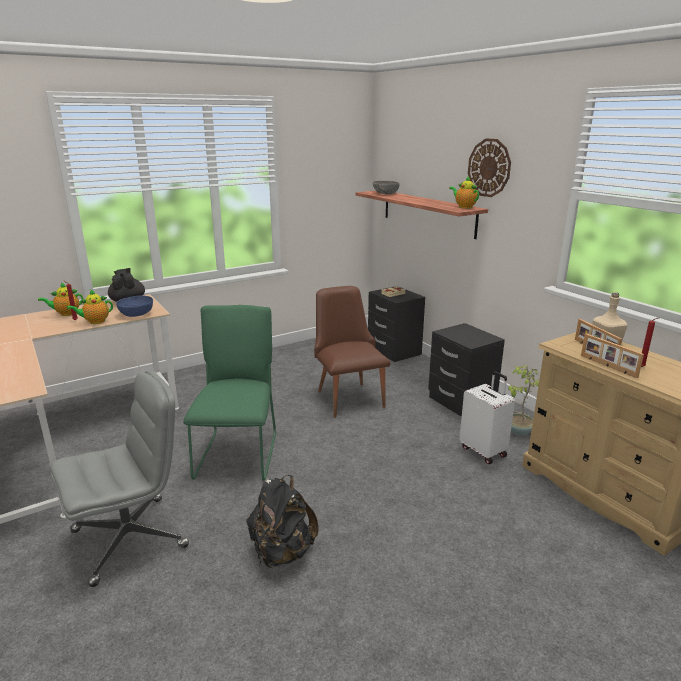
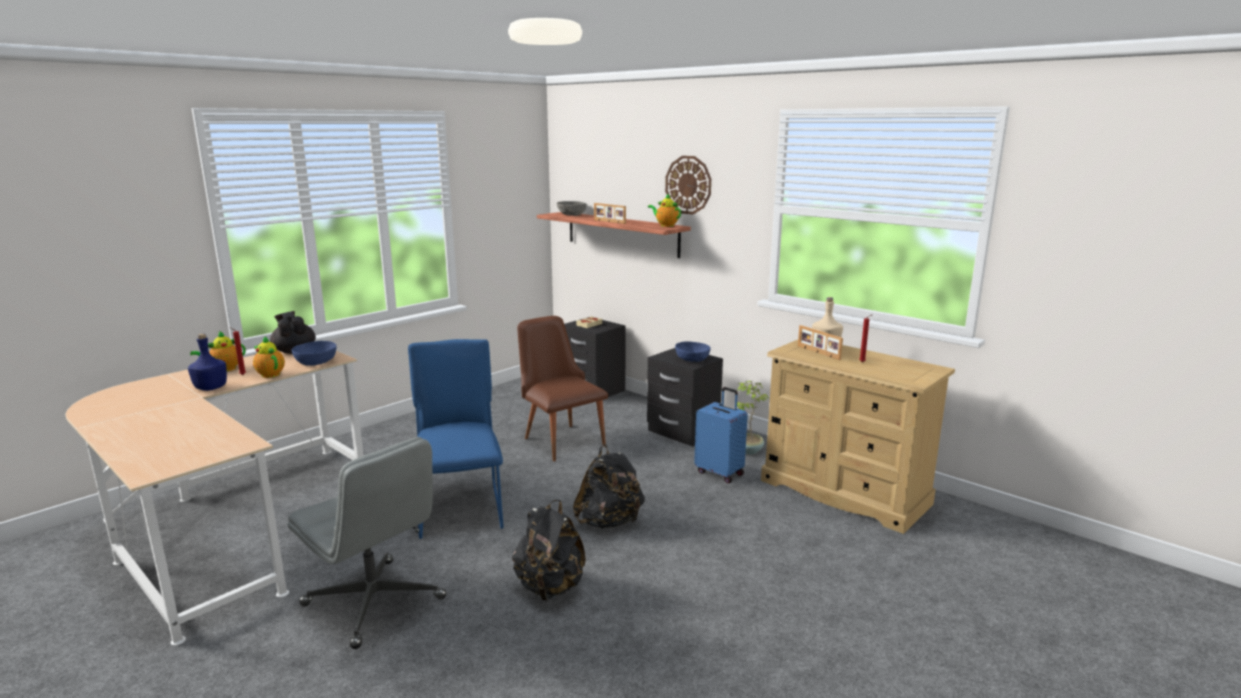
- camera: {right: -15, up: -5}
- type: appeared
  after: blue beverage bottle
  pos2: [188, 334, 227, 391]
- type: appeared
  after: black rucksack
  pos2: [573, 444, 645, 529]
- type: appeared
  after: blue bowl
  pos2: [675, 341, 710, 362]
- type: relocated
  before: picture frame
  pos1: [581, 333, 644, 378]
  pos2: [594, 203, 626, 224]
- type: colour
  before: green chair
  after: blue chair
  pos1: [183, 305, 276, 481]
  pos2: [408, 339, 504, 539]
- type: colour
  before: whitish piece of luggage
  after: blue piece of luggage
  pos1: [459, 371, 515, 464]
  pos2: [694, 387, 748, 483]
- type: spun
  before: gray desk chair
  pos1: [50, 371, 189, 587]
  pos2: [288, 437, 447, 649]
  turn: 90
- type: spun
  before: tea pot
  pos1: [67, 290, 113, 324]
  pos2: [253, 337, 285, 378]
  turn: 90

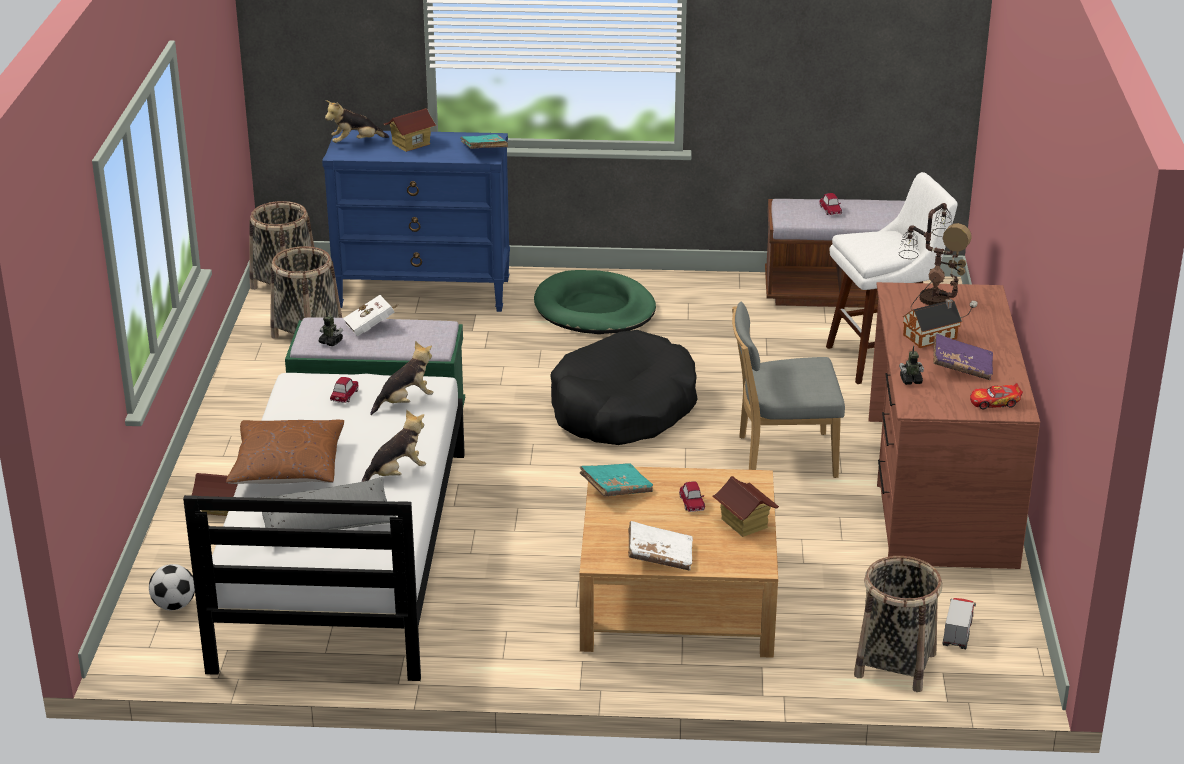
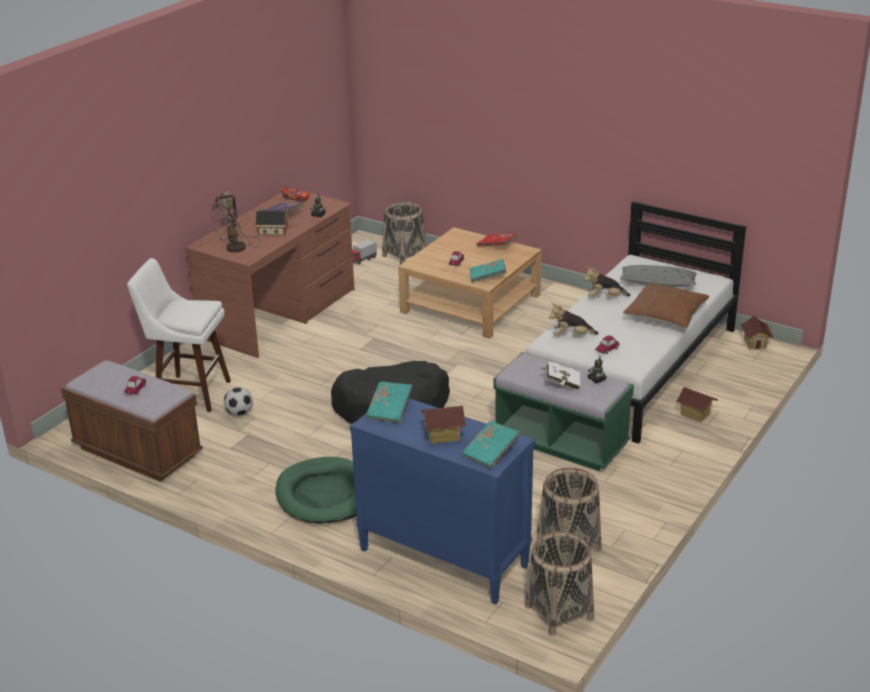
- camera: {right: -150, up: 0}
- type: missing
  before: gray chair
  pos1: [732, 302, 845, 478]
- type: relocated
  before: ball for football
  pos1: [149, 564, 195, 610]
  pos2: [224, 387, 253, 416]
- type: relocated
  before: model house
  pos1: [713, 476, 779, 537]
  pos2: [741, 316, 774, 350]
- type: exchanged
  before: cuddly toy
  after: blue-green volume
  pos1: [325, 100, 389, 143]
  pos2: [462, 421, 520, 469]
- type: colour
  before: whitish volume
  after: red volume
  pos1: [628, 521, 693, 571]
  pos2: [476, 233, 518, 247]

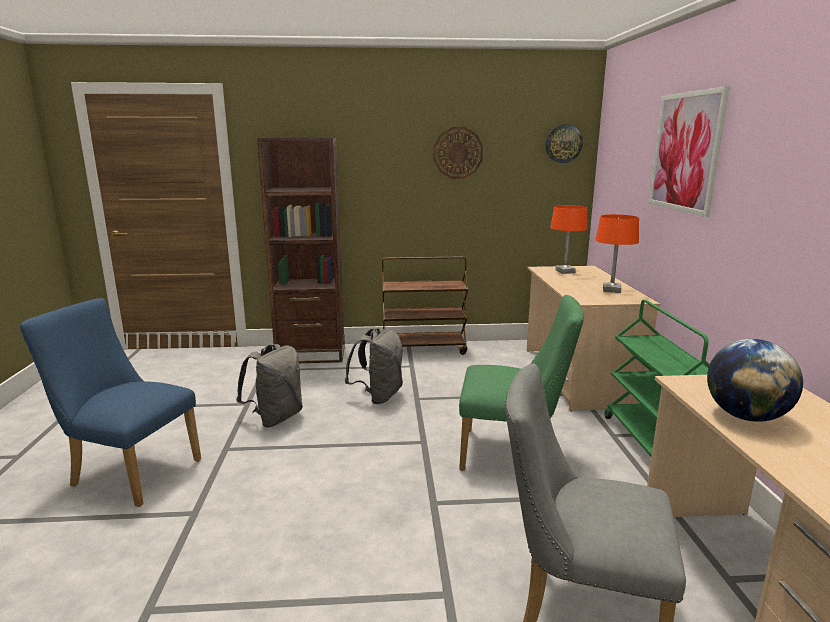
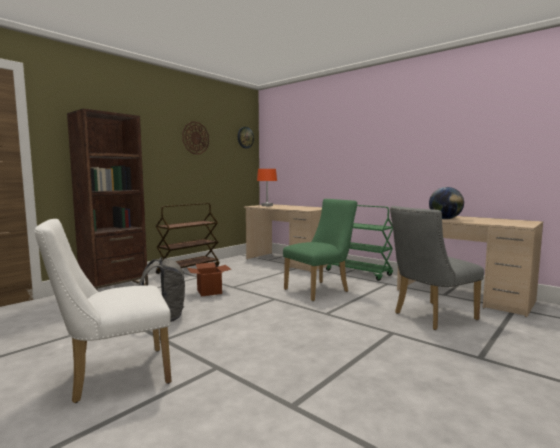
- camera: {right: -45, up: -10}
- type: missing
  before: orange table lamp
  pos1: [595, 214, 639, 293]
- type: missing
  before: wall picture
  pos1: [649, 86, 730, 217]
- type: exchanged
  before: gray rucksack
  after: cardboard box
  pos1: [344, 328, 403, 404]
  pos2: [187, 262, 231, 297]
- type: colour
  before: blue chair
  after: whitish chair
  pos1: [20, 298, 201, 507]
  pos2: [35, 219, 172, 403]

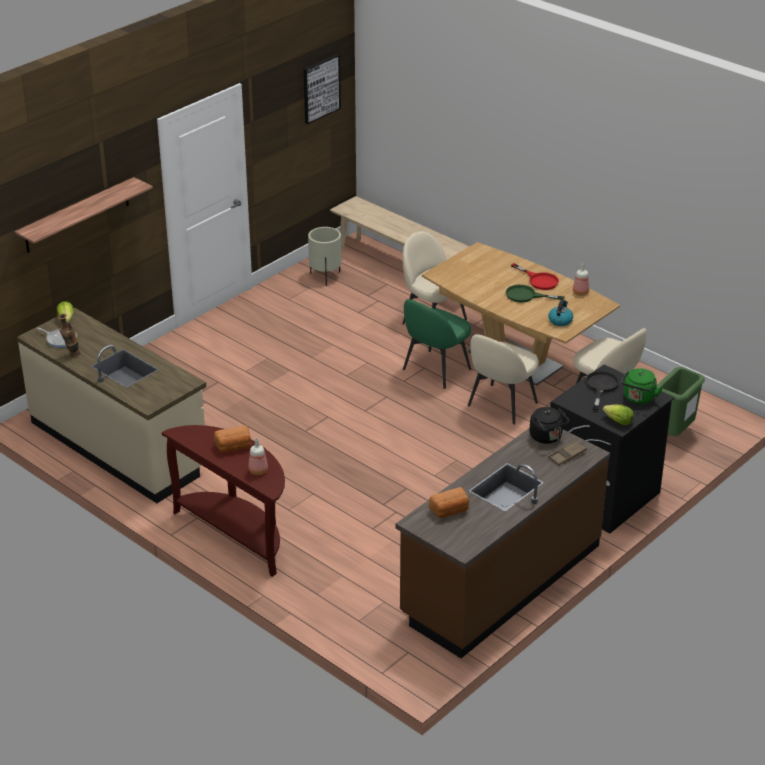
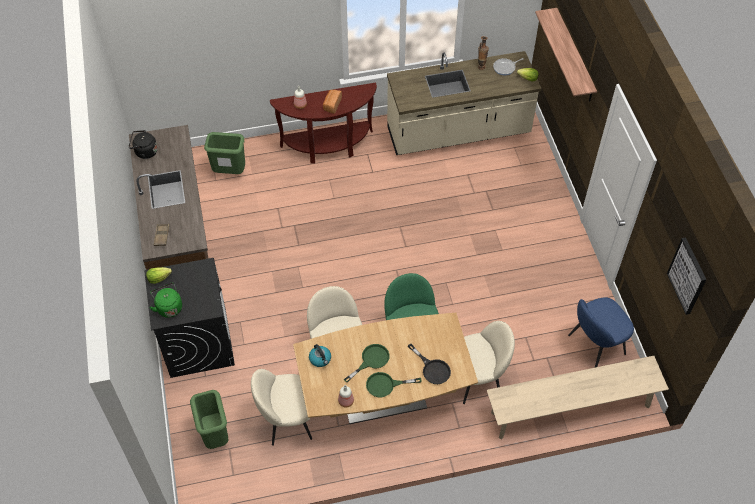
- camera: {right: 125, up: 20}
- type: missing
  before: baked bread
  pos1: [429, 487, 469, 518]
- type: appeared
  after: green rubbish bin
  pos2: [204, 132, 245, 174]
- type: relocated
  before: black water kettle
  pos1: [530, 407, 569, 444]
  pos2: [129, 130, 158, 159]
- type: relocated
  before: black frying pan
  pos1: [586, 371, 619, 410]
  pos2: [408, 344, 451, 384]
- type: exchanged
  before: beige-coloured flower pot
  after: blue chair
  pos1: [308, 227, 341, 286]
  pos2: [568, 297, 634, 367]
- type: colour
  before: red frying pan
  after: green frying pan
  pos1: [511, 263, 559, 290]
  pos2: [366, 372, 422, 397]

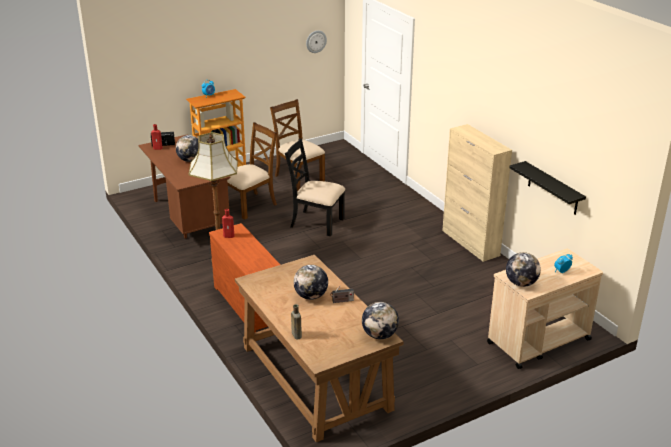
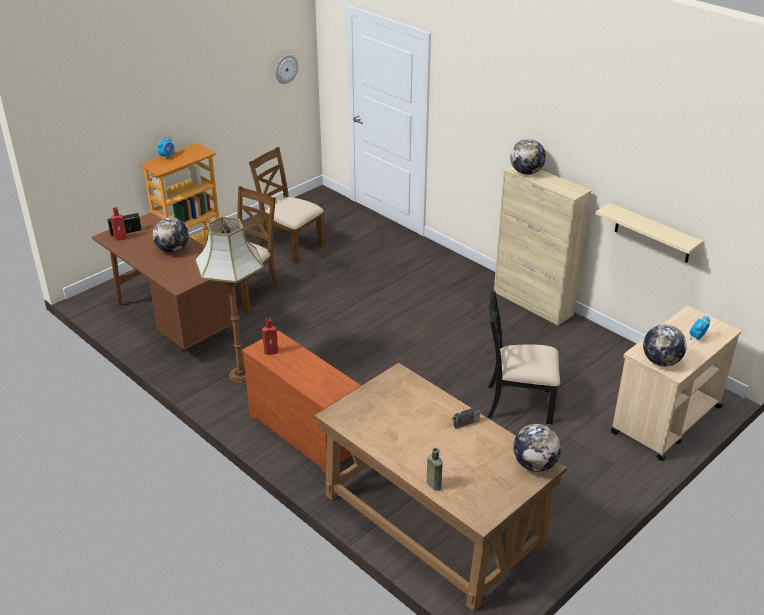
- camera: {right: -15, up: 5}
- type: relocated
  before: black chair
  pos1: [285, 139, 345, 236]
  pos2: [487, 291, 560, 424]
- type: relocated
  before: world globe
  pos1: [293, 265, 328, 300]
  pos2: [510, 139, 546, 175]
- type: colour
  before: black shelf
  after: beige-coloured shelf
  pos1: [509, 161, 586, 215]
  pos2: [595, 203, 703, 263]

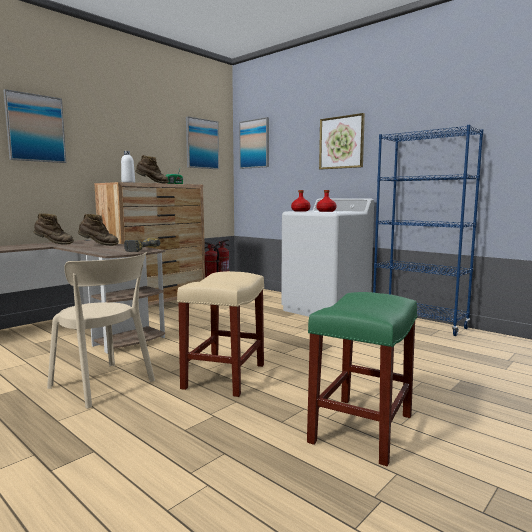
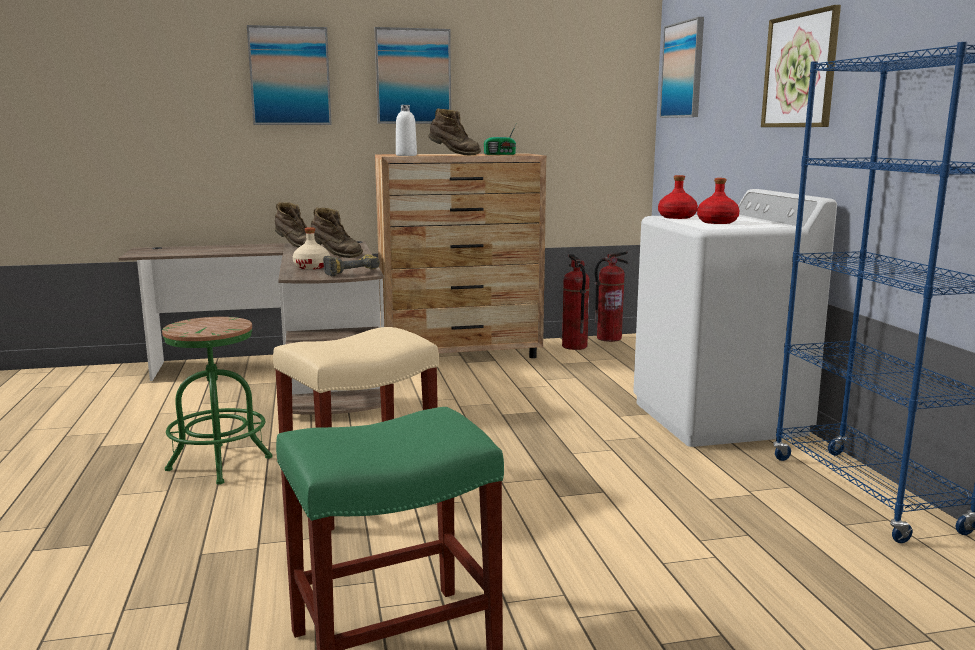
- camera: {right: 35, up: 5}
- type: appeared
  after: beige-coloured beverage bottle
  pos2: [293, 227, 330, 269]
- type: relocated
  before: wall picture
  pos1: [186, 116, 219, 169]
  pos2: [374, 27, 451, 124]
- type: exchanged
  before: beige-coloured chair
  after: green sitting stool
  pos1: [47, 252, 155, 409]
  pos2: [162, 317, 273, 485]

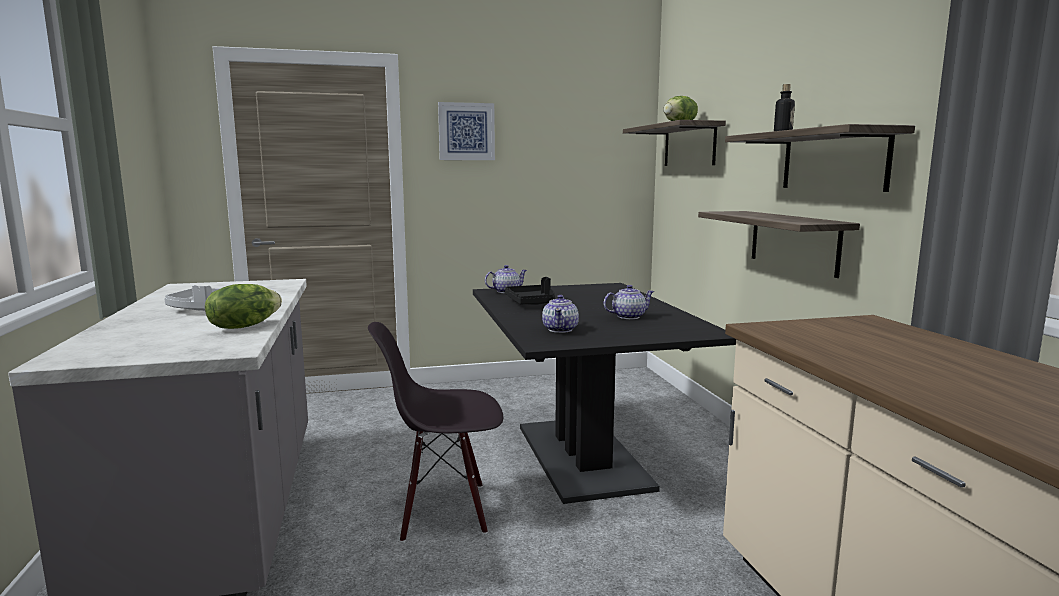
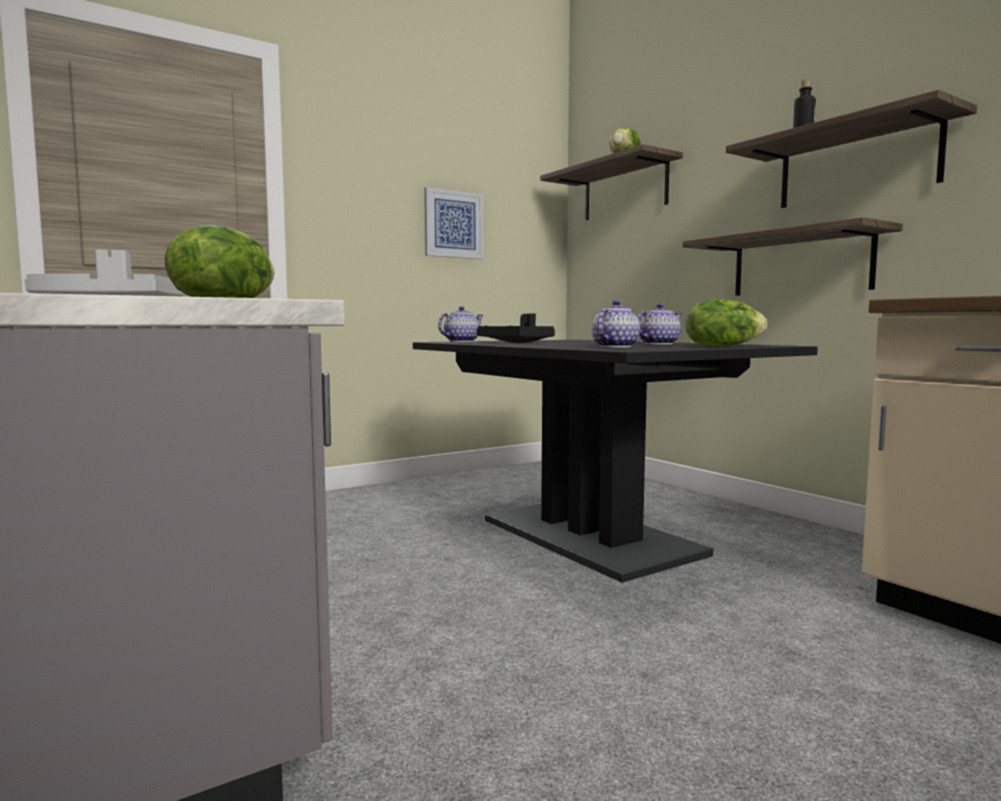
- camera: {right: -20, up: -5}
- type: missing
  before: black chair
  pos1: [368, 322, 503, 542]
- type: appeared
  after: head of lettuce
  pos2: [685, 299, 767, 347]
- type: relocated
  before: wall picture
  pos1: [438, 102, 495, 160]
  pos2: [424, 187, 483, 259]
- type: spun
  before: tea pot
  pos1: [542, 295, 579, 333]
  pos2: [592, 300, 640, 348]
  turn: -135

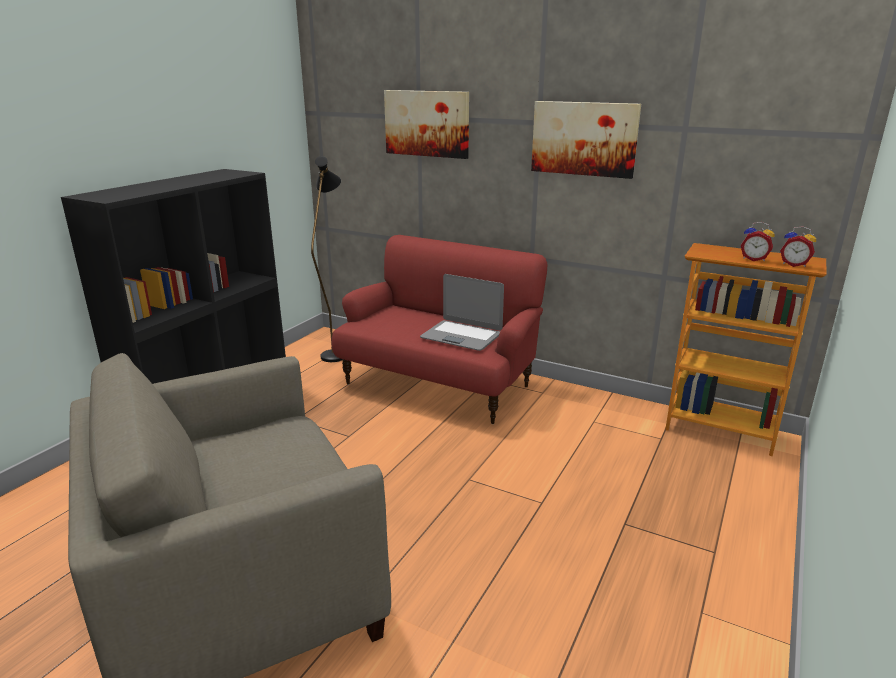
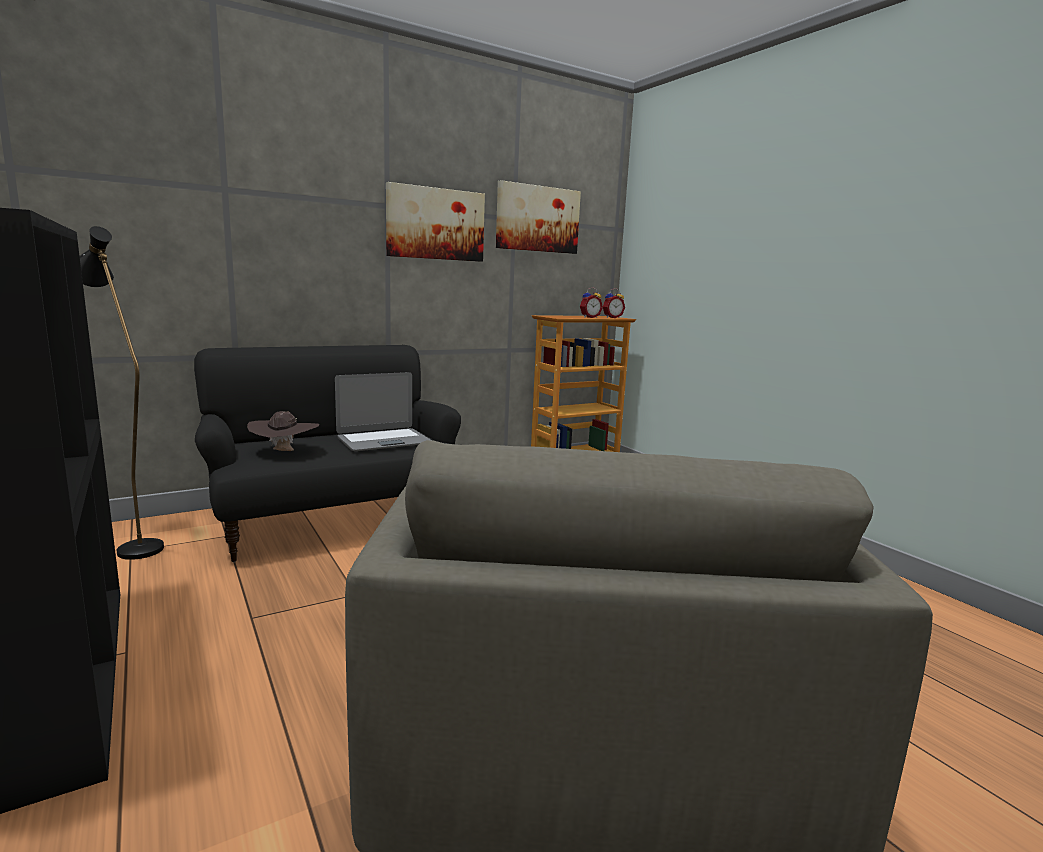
- camera: {right: -60, up: -10}
- type: appeared
  after: brown-coloured hat
  pos2: [247, 411, 319, 451]
- type: relocated
  before: wall picture
  pos1: [384, 90, 469, 159]
  pos2: [496, 180, 581, 254]
- type: colour
  before: red couch
  after: black couch
  pos1: [331, 235, 547, 424]
  pos2: [194, 345, 461, 562]

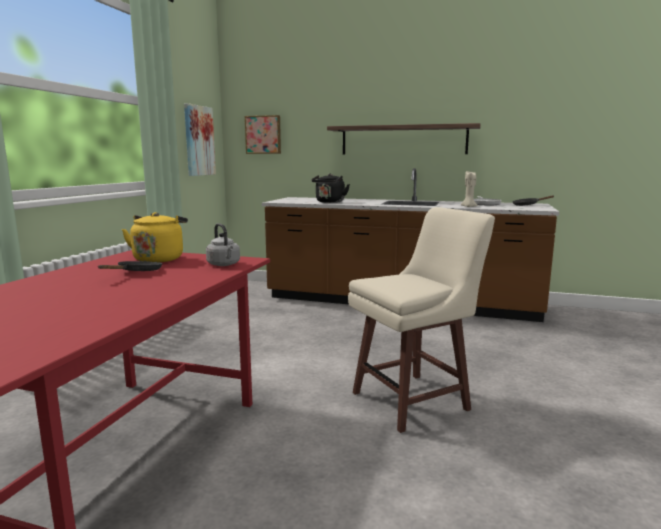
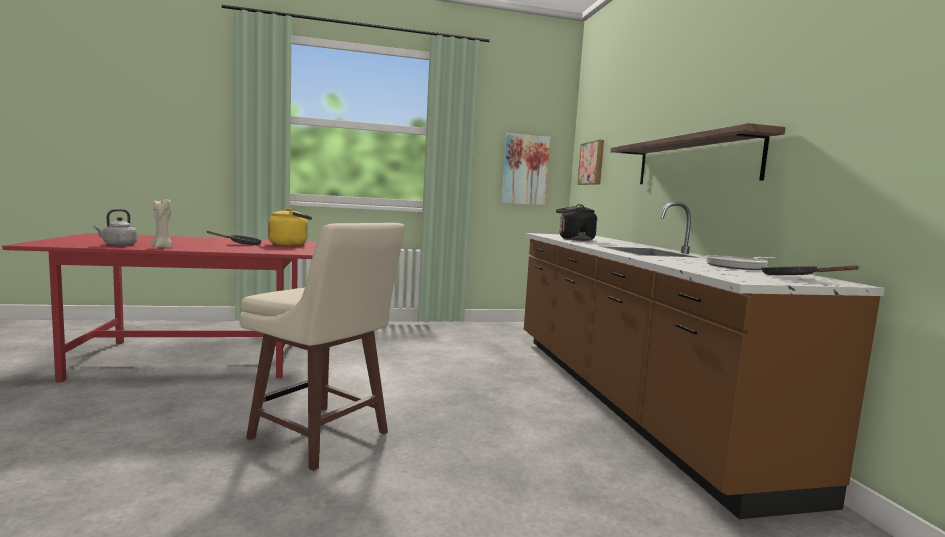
- camera: {right: 60, up: -5}
- type: relocated
  before: gray water kettle
  pos1: [206, 223, 240, 266]
  pos2: [93, 209, 137, 246]
- type: relocated
  before: beige-coloured wax light
  pos1: [461, 171, 478, 207]
  pos2: [151, 199, 173, 248]

